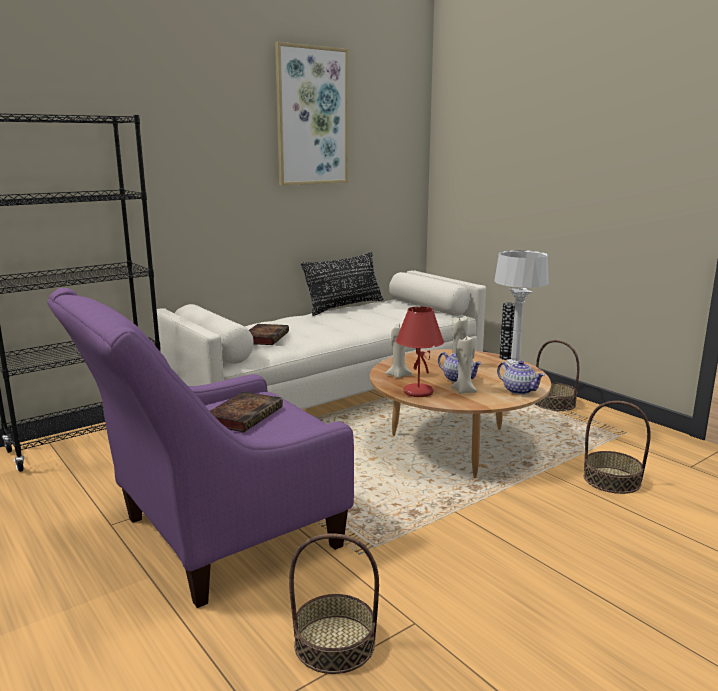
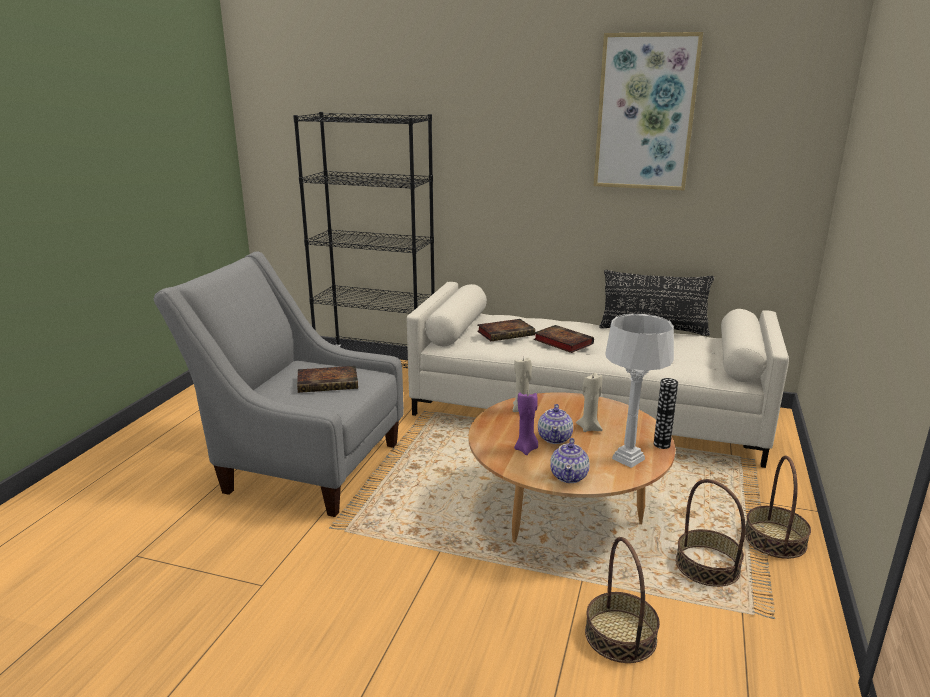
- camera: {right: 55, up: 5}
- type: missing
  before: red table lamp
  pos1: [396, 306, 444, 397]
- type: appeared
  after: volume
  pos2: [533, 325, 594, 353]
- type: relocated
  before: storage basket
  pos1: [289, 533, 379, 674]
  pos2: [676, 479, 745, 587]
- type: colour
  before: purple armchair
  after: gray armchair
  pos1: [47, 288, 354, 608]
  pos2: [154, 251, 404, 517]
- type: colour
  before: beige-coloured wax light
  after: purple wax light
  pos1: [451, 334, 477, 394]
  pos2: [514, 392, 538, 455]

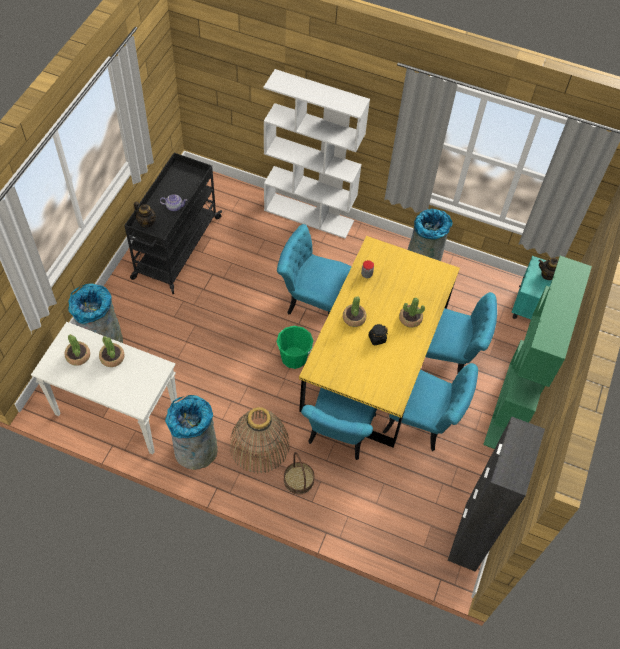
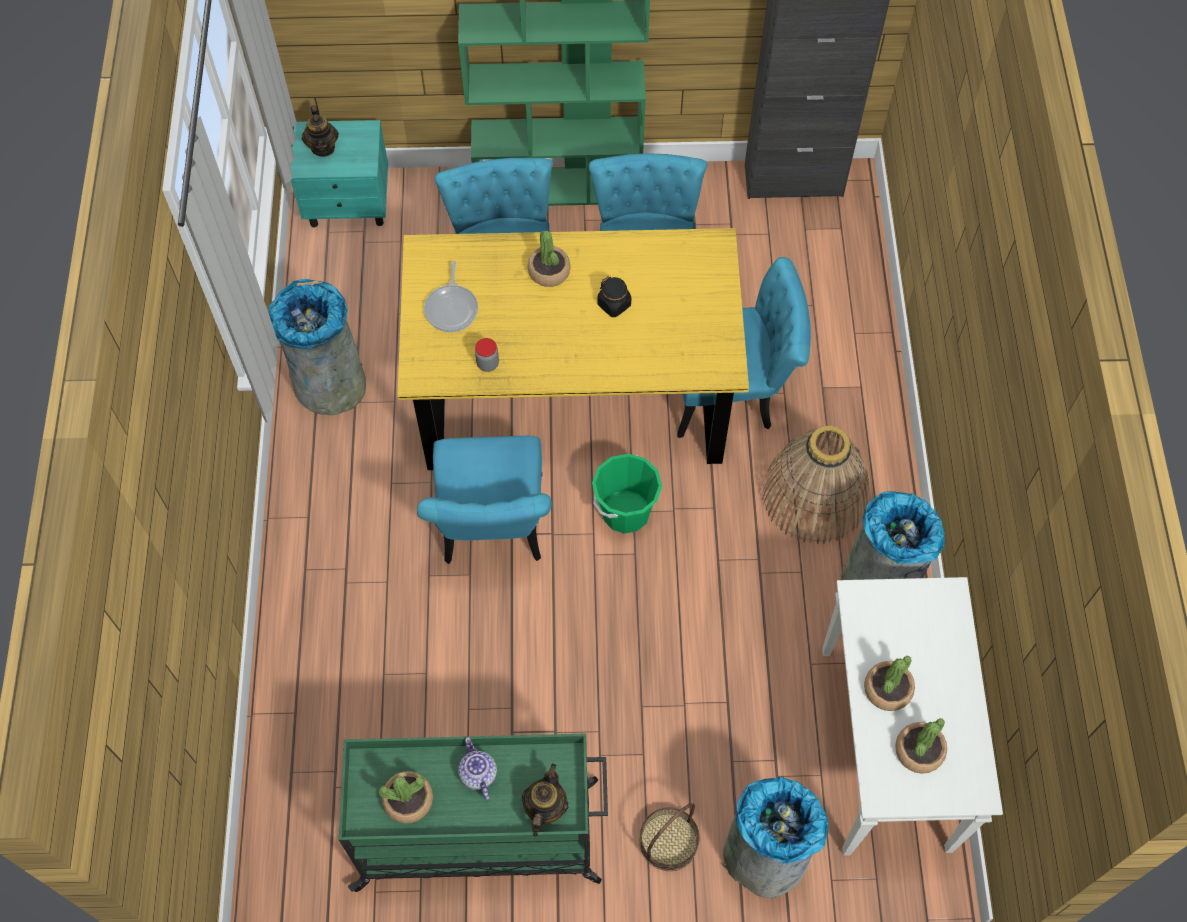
- camera: {right: -110, up: 5}
- type: missing
  before: whitish bookshelf
  pos1: [263, 69, 370, 239]
- type: appeared
  after: frying pan
  pos2: [424, 261, 478, 332]
- type: relocated
  before: storage basket
  pos1: [284, 452, 315, 495]
  pos2: [640, 803, 700, 871]
- type: relocated
  before: plant in a pot
  pos1: [343, 297, 366, 327]
  pos2: [379, 771, 433, 823]
- type: colour
  before: black trolley
  after: green trolley
  pos1: [124, 153, 222, 294]
  pos2: [339, 734, 608, 892]

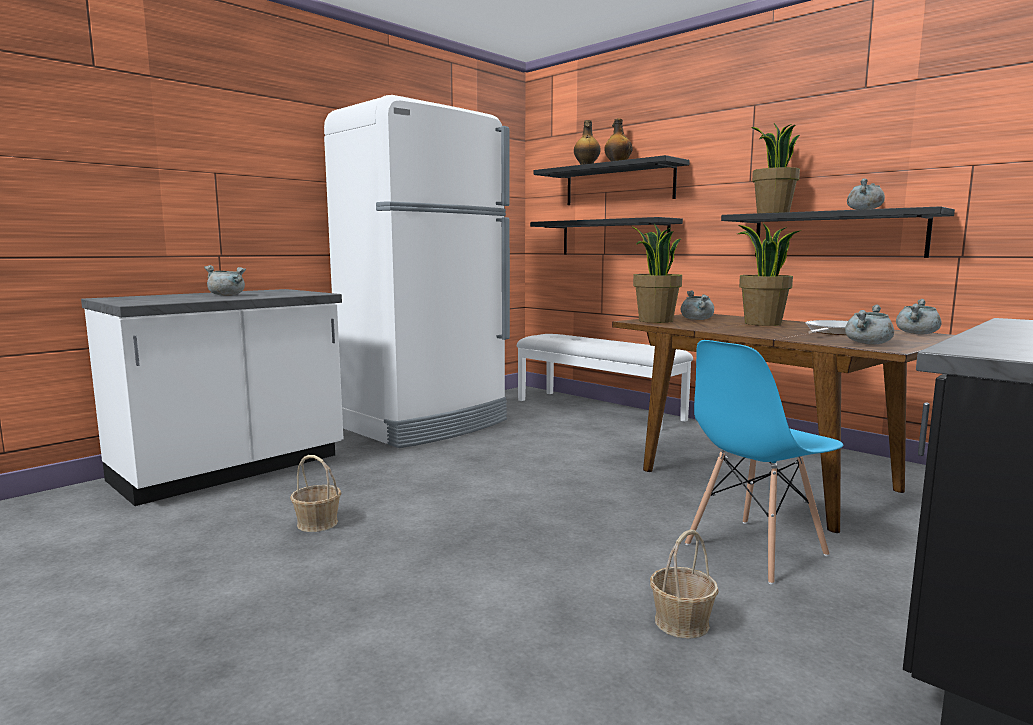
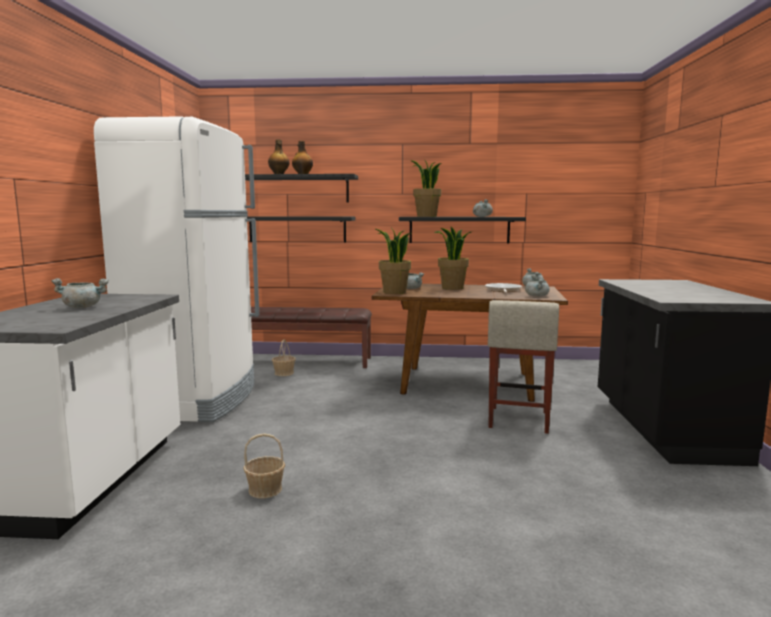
- camera: {right: -40, up: 0}
- type: relocated
  before: storage basket
  pos1: [650, 529, 719, 639]
  pos2: [272, 339, 296, 376]
- type: exchanged
  before: blue chair
  after: beige-coloured sitting stool
  pos1: [685, 340, 843, 585]
  pos2: [488, 300, 559, 434]
- type: colour
  before: whitish bench
  after: brown-coloured bench
  pos1: [517, 334, 693, 431]
  pos2: [251, 307, 372, 368]

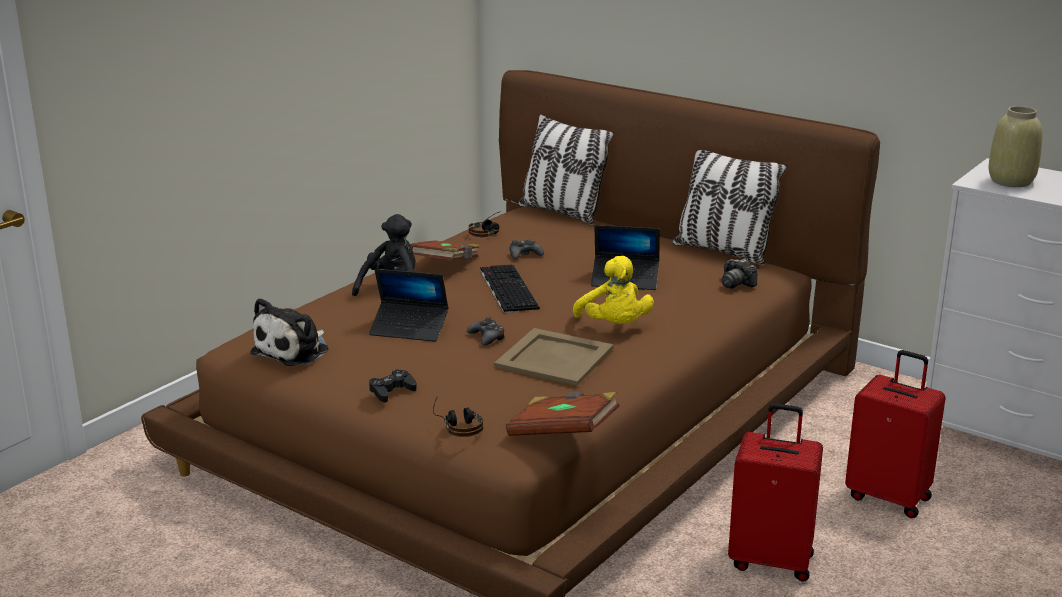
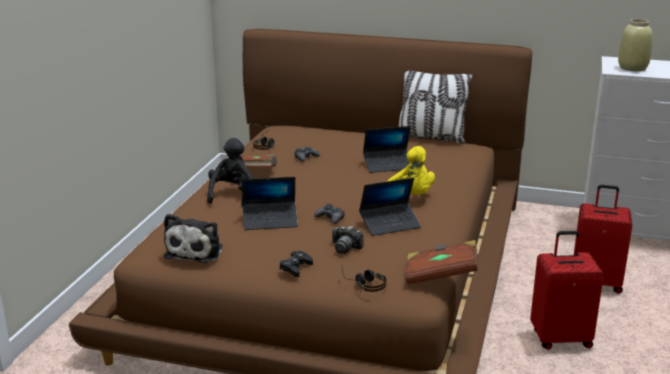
- camera: {right: -20, up: 0}
- type: missing
  before: computer keyboard
  pos1: [480, 264, 540, 313]
- type: missing
  before: cushion
  pos1: [518, 115, 614, 225]
- type: relocated
  before: photo camera
  pos1: [722, 259, 757, 289]
  pos2: [332, 225, 364, 254]
- type: exchanged
  before: beige-coloured serving tray
  after: notebook computer
  pos1: [494, 328, 614, 386]
  pos2: [359, 178, 421, 236]

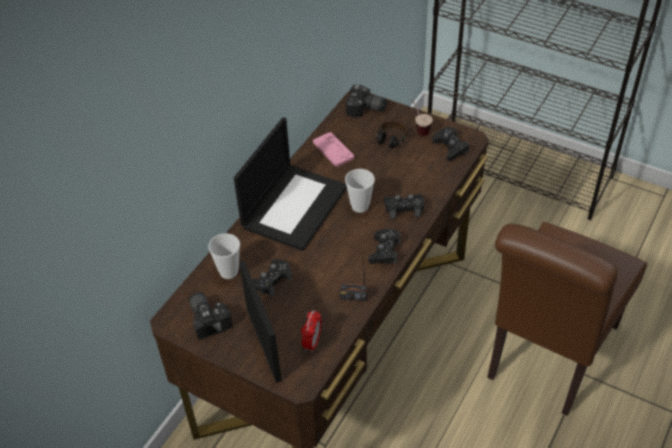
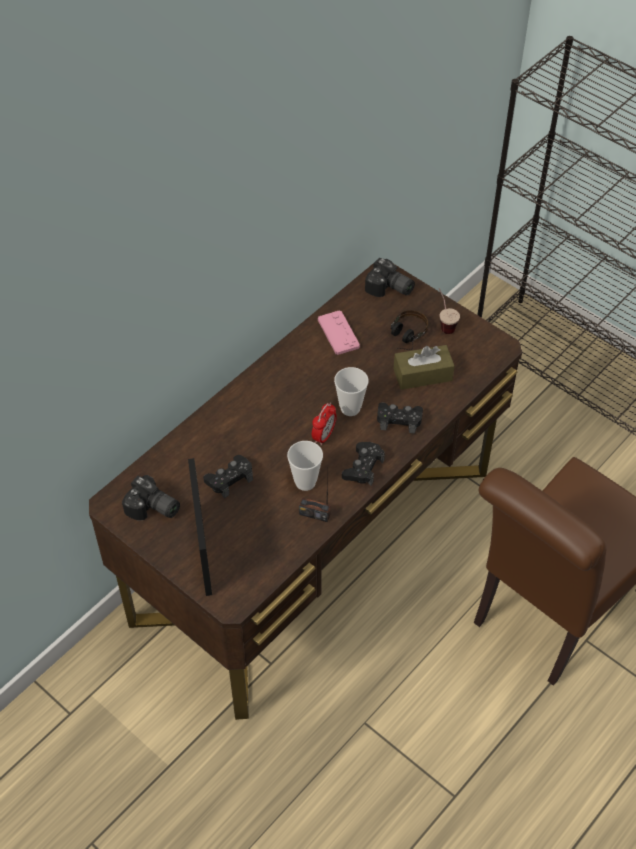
- camera: {right: 10, up: 5}
- type: missing
  before: notebook computer
  pos1: [234, 117, 347, 251]
- type: missing
  before: black gamepad
  pos1: [432, 127, 469, 161]
- type: appeared
  after: brown-coloured tissue box
  pos2: [394, 345, 454, 390]
- type: relocated
  before: cup
  pos1: [208, 233, 240, 279]
  pos2: [287, 441, 323, 491]
- type: relocated
  before: alarm clock
  pos1: [301, 310, 322, 352]
  pos2: [312, 403, 337, 446]
- type: spun
  before: photo camera
  pos1: [189, 292, 233, 340]
  pos2: [122, 475, 180, 521]
  turn: 135

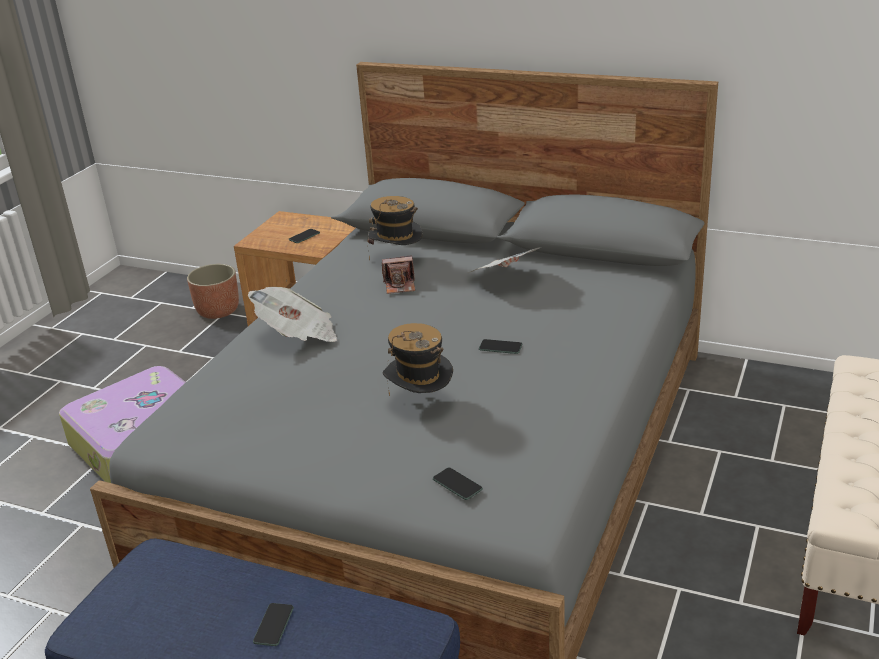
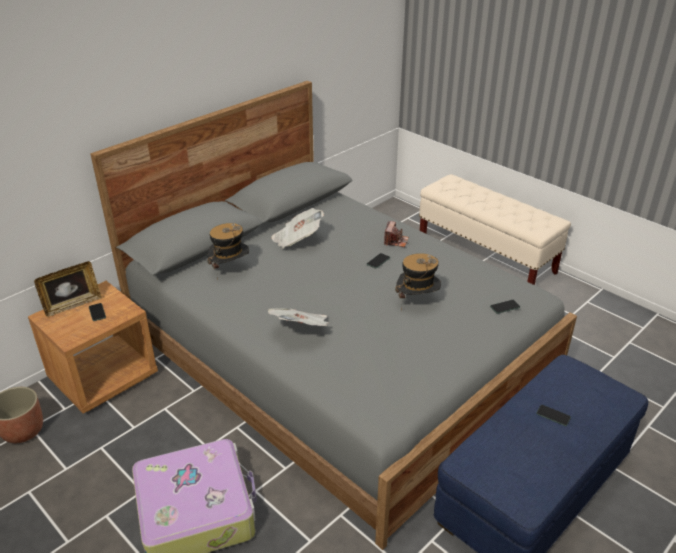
- camera: {right: -70, up: 5}
- type: appeared
  after: picture frame
  pos2: [34, 261, 102, 317]
- type: relocated
  before: photo camera
  pos1: [382, 255, 415, 294]
  pos2: [384, 221, 409, 247]

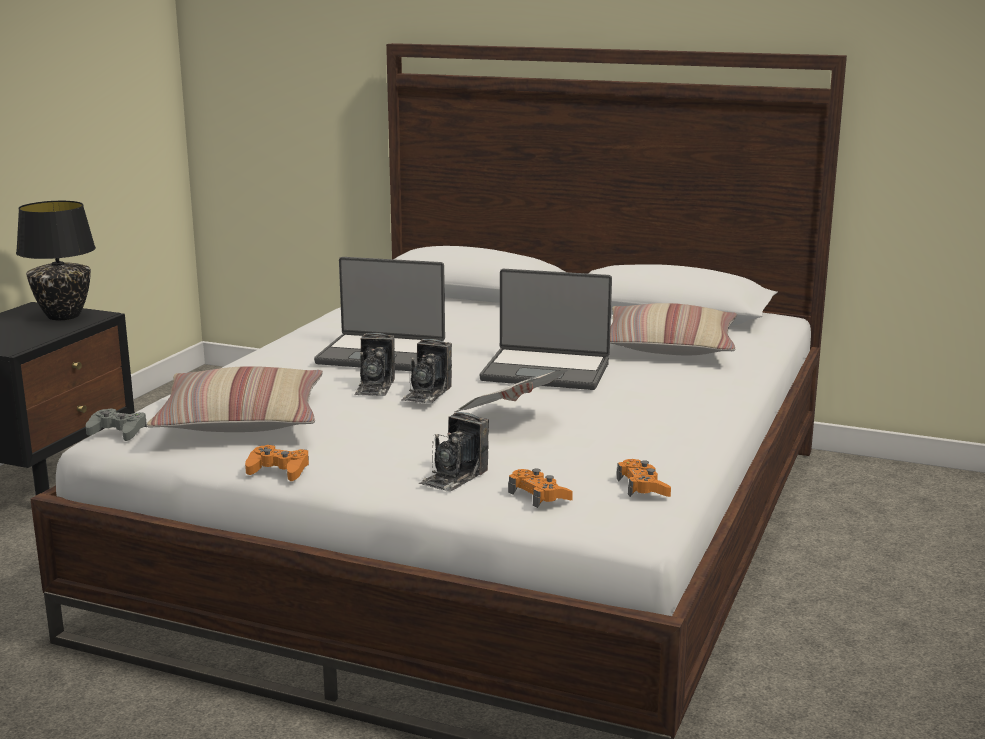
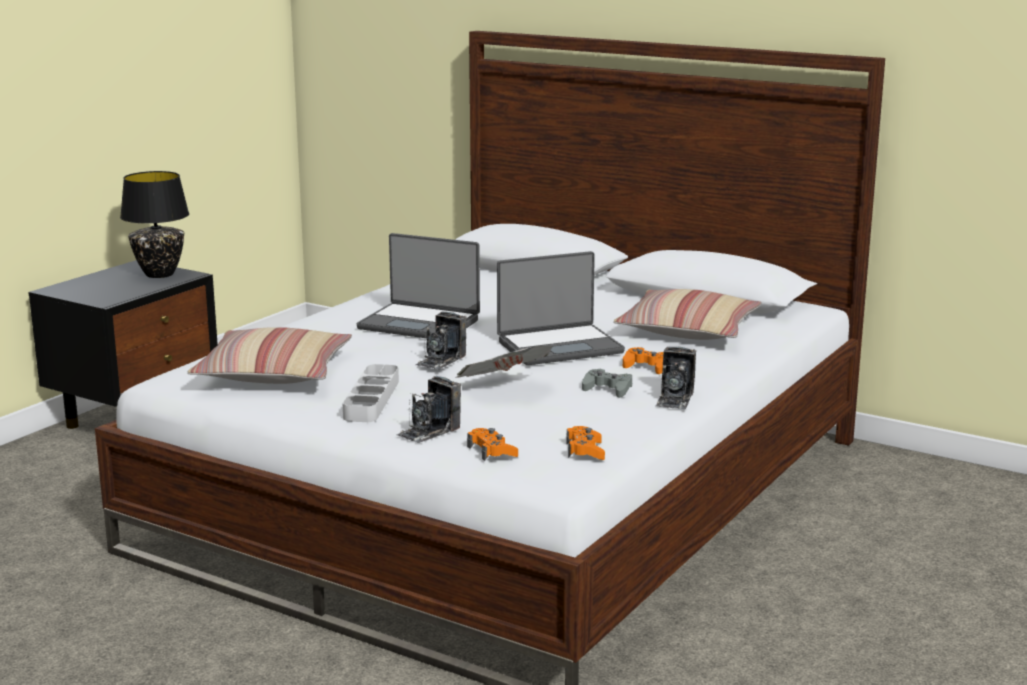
- camera: {right: 10, up: 0}
- type: appeared
  after: gray serving tray
  pos2: [343, 364, 399, 422]
- type: relocated
  before: gray gamepad
  pos1: [86, 409, 147, 441]
  pos2: [582, 369, 632, 398]
- type: relocated
  before: orange gamepad
  pos1: [245, 445, 309, 481]
  pos2: [623, 347, 663, 374]
- type: relocated
  before: photo camera
  pos1: [354, 333, 395, 396]
  pos2: [656, 347, 696, 409]
- type: spun
  before: notebook computer
  pos1: [480, 269, 612, 390]
  pos2: [497, 251, 625, 365]
  turn: -45

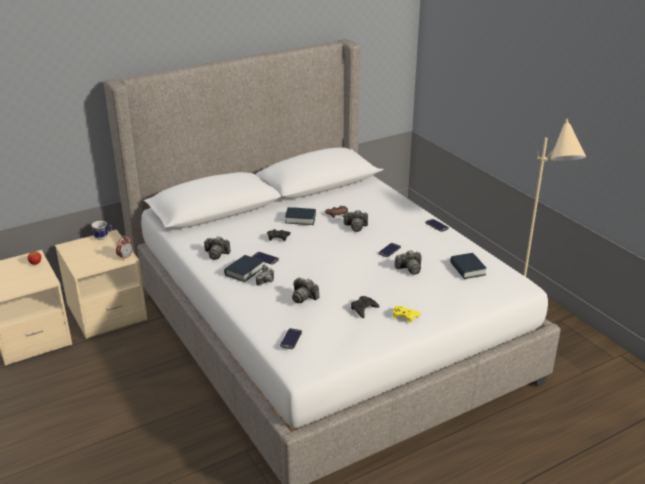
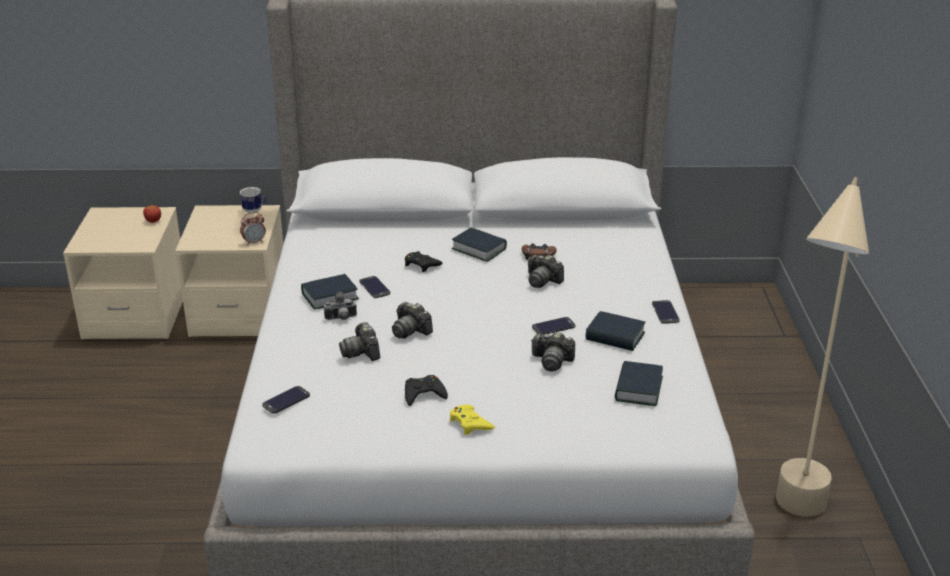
- camera: {right: 30, up: 0}
- type: appeared
  after: volume
  pos2: [586, 311, 646, 351]
- type: relocated
  before: photo camera
  pos1: [204, 237, 231, 260]
  pos2: [392, 302, 433, 339]

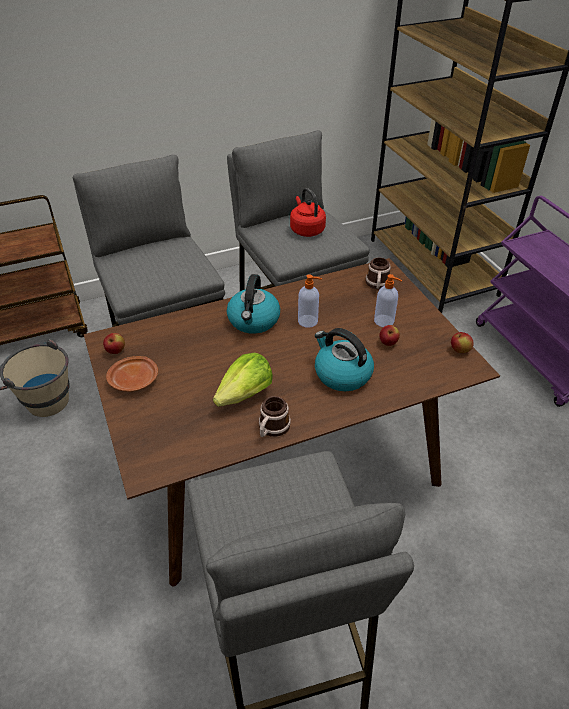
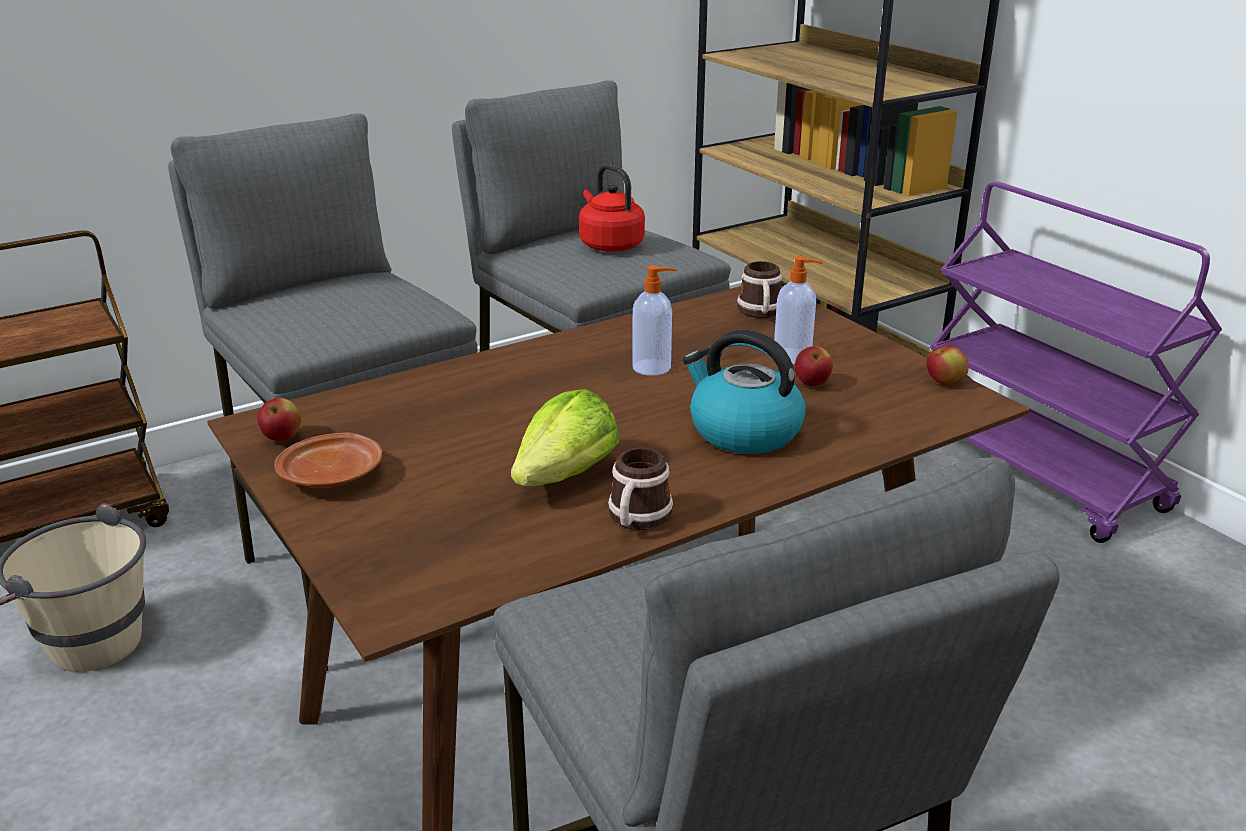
- camera: {right: -10, up: -15}
- type: missing
  before: water kettle
  pos1: [227, 274, 280, 334]

